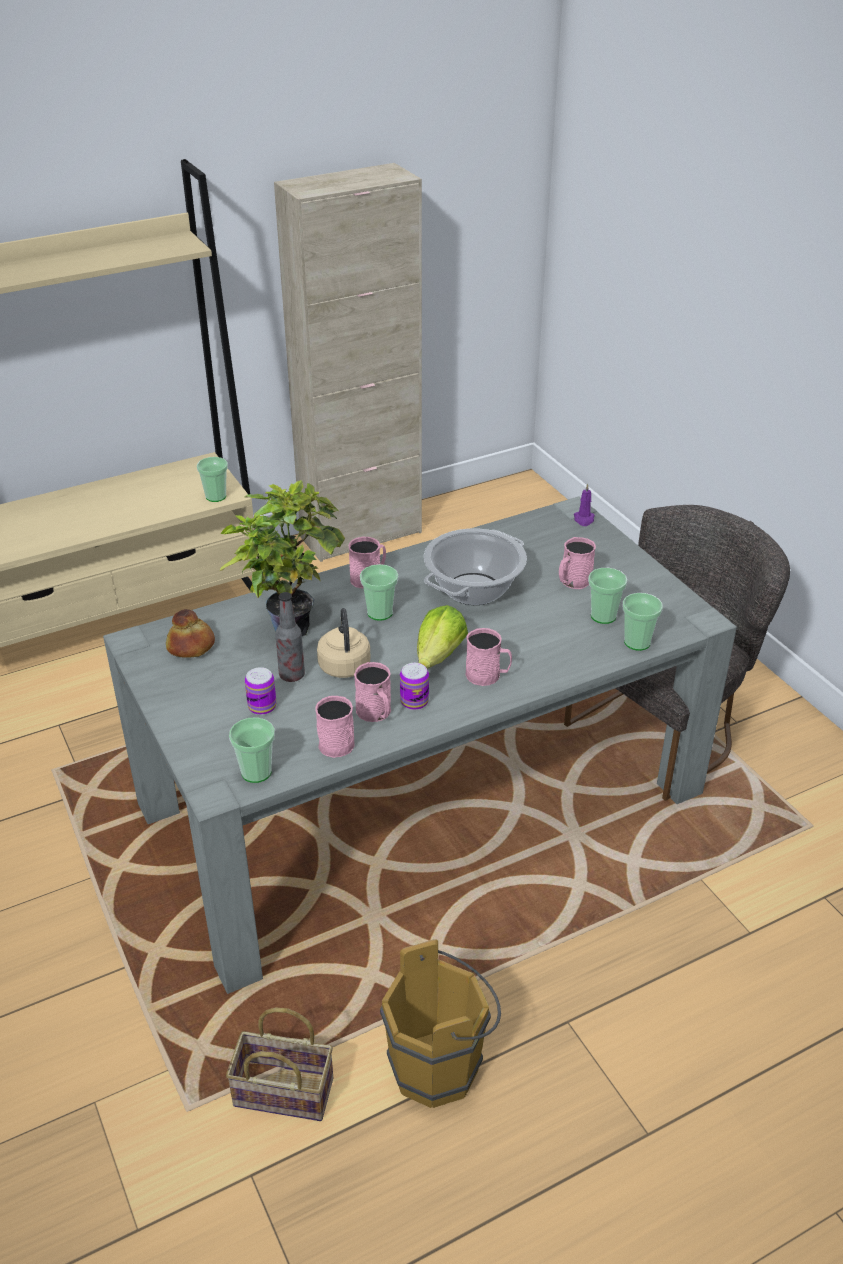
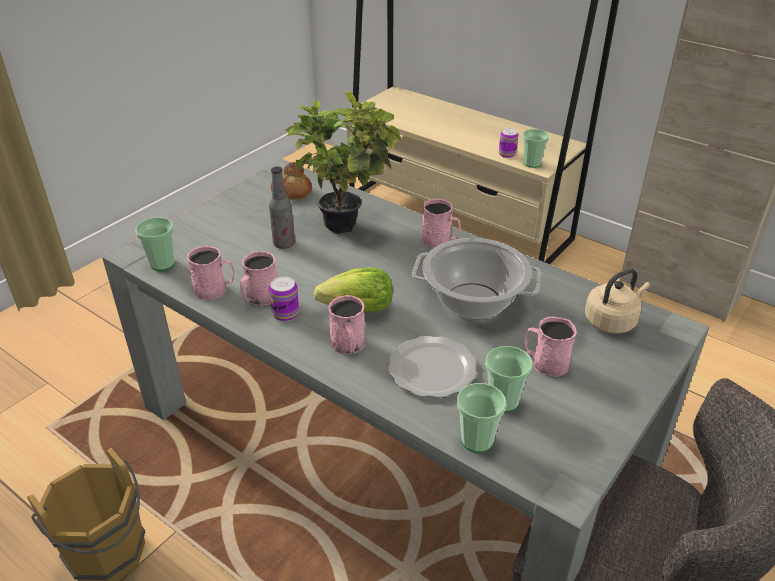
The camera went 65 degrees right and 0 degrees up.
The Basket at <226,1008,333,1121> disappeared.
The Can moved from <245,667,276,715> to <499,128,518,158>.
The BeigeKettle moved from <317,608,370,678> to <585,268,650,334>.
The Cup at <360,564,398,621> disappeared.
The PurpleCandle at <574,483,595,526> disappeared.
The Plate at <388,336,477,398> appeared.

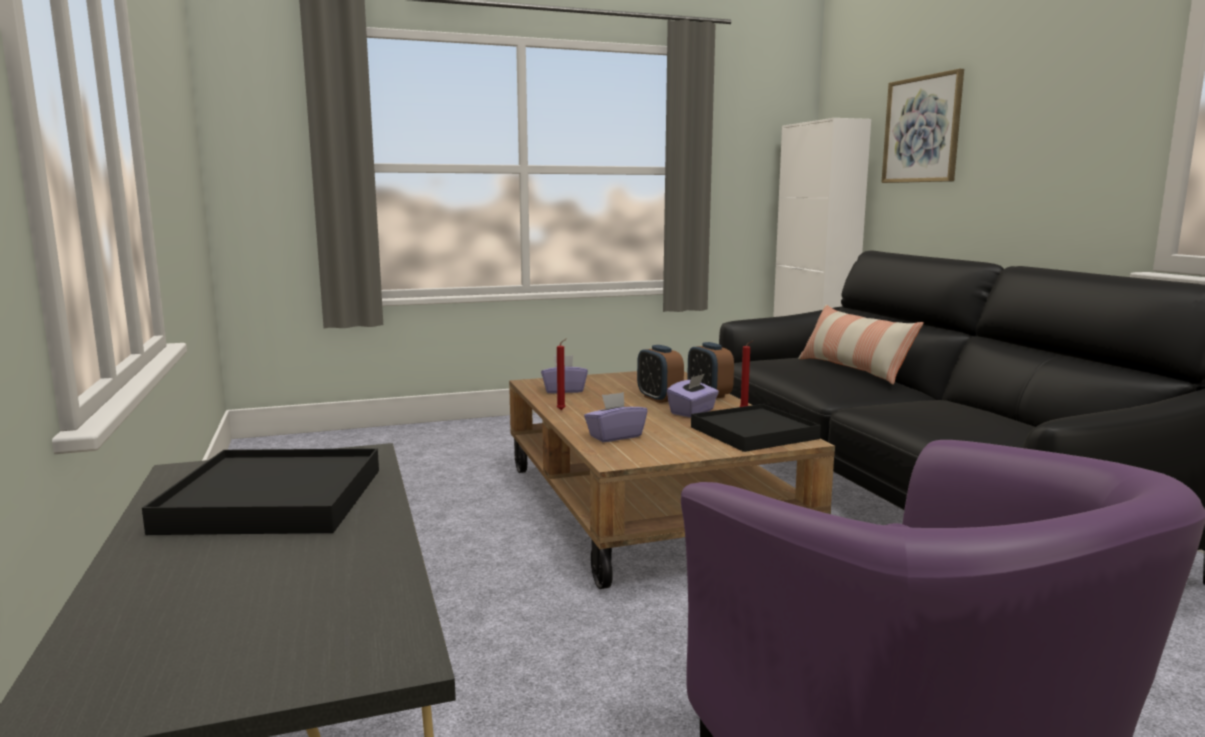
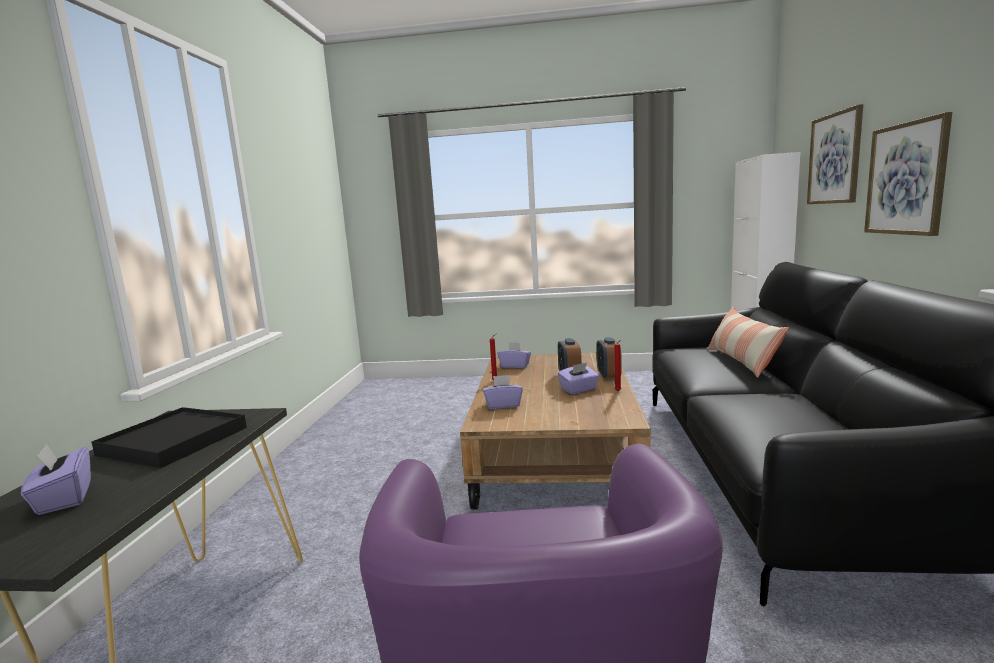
The camera went 25 degrees right and 0 degrees up.
The BlackTray at <691,404,821,452> disappeared.
The PurpleTissueBox at <21,444,91,515> appeared.
The Picture at <864,112,952,236> appeared.

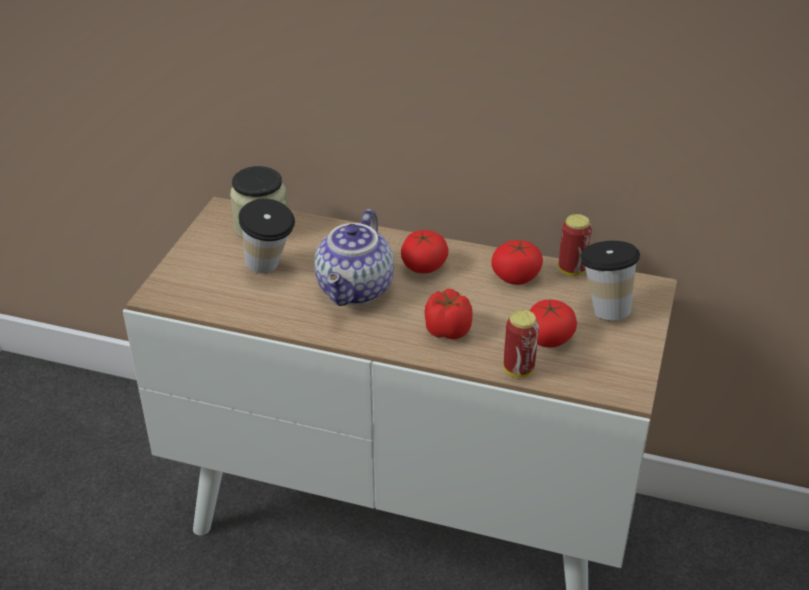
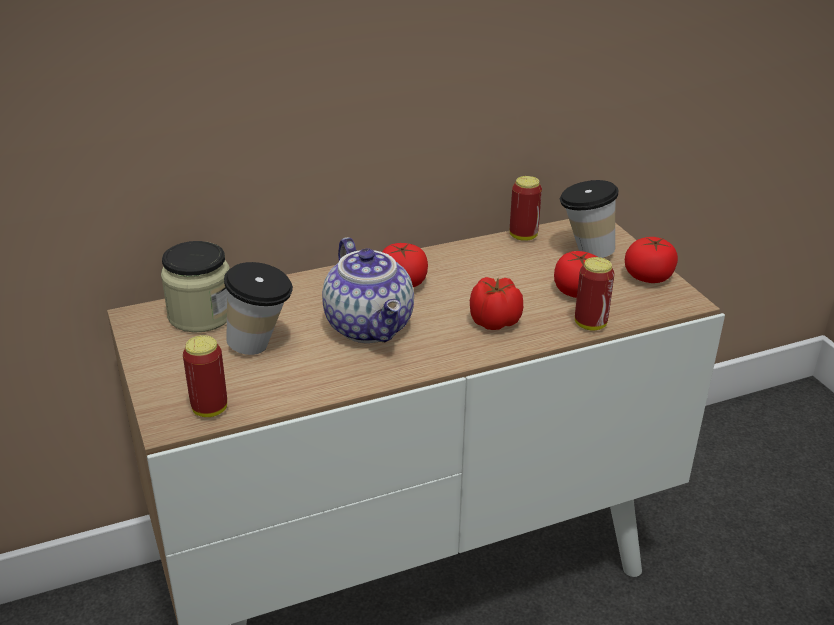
The camera went 40 degrees left and 5 degrees down.
The Tomato moved from <491,240,543,285> to <625,237,678,283>.
The Can at <183,335,227,417> appeared.

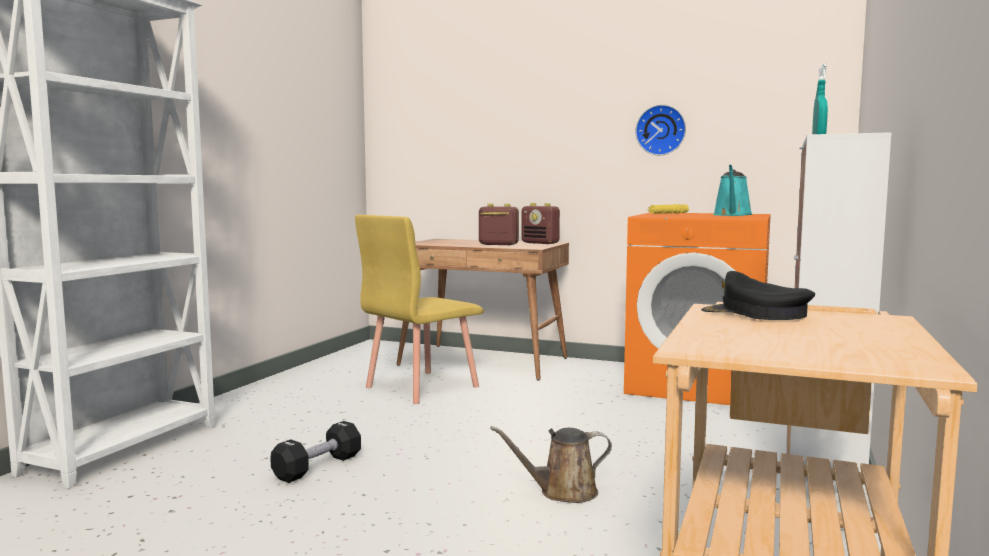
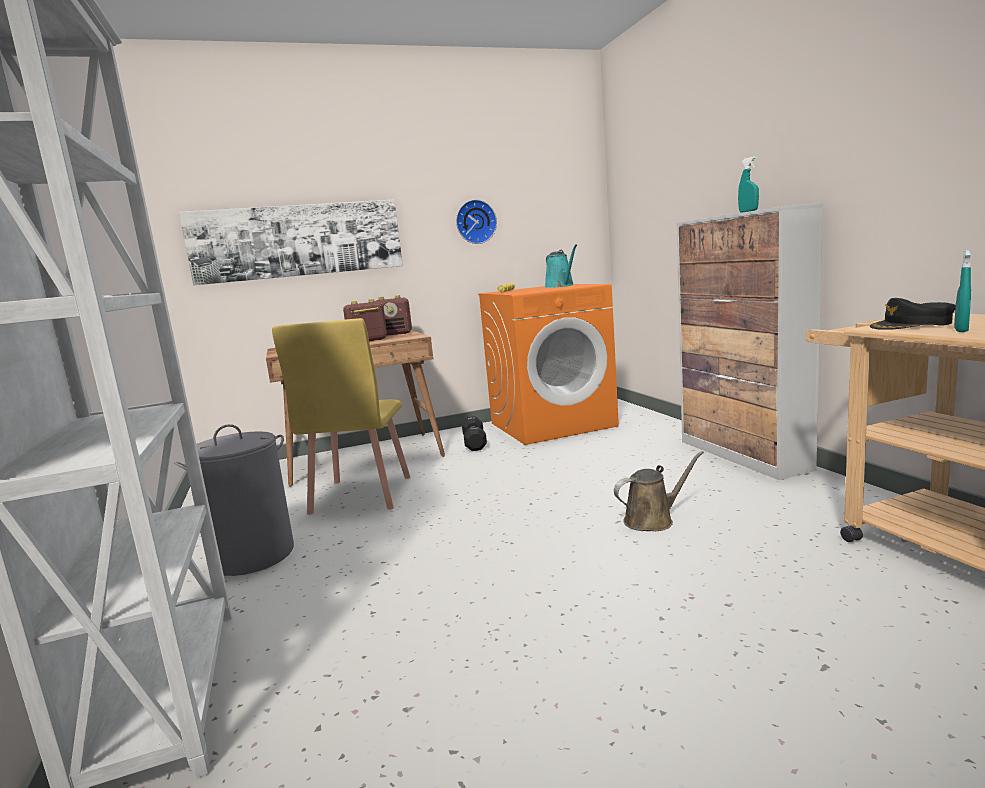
The camera went 40 degrees left and 5 degrees up.
The BlackDumbbell moved from <270,421,361,483> to <462,416,487,451>.
The BrownWateringCan at <490,426,612,503> turned 150 degrees counterclockwise.
The GreyLaundryBasket at <174,424,294,576> appeared.
The Picture at <179,199,403,285> appeared.
The TurquoiseSprayBottle at <954,250,971,332> appeared.

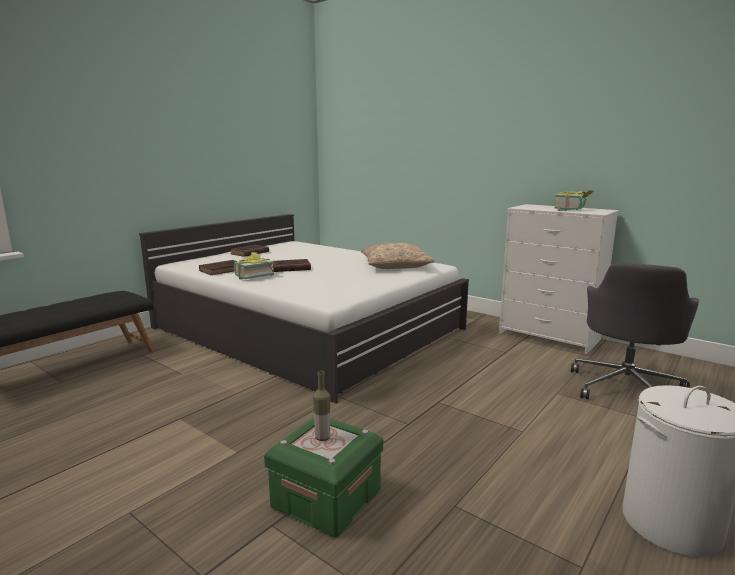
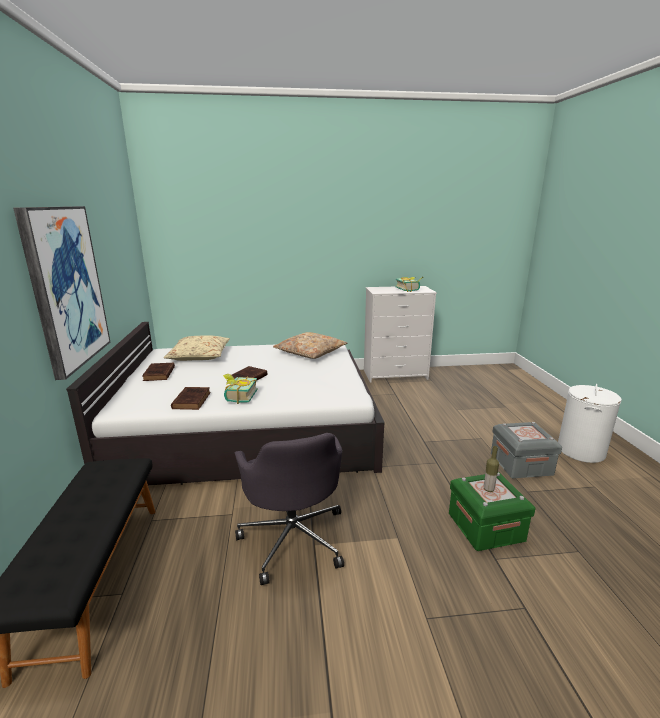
The camera went 45 degrees left and 5 degrees up.
The GreyOfficeChair moved from <571,262,699,399> to <235,433,344,585>.
The Picture at <13,206,110,380> appeared.
The BeigePillow at <164,335,230,361> appeared.
The GreyStorageBox at <491,422,562,478> appeared.

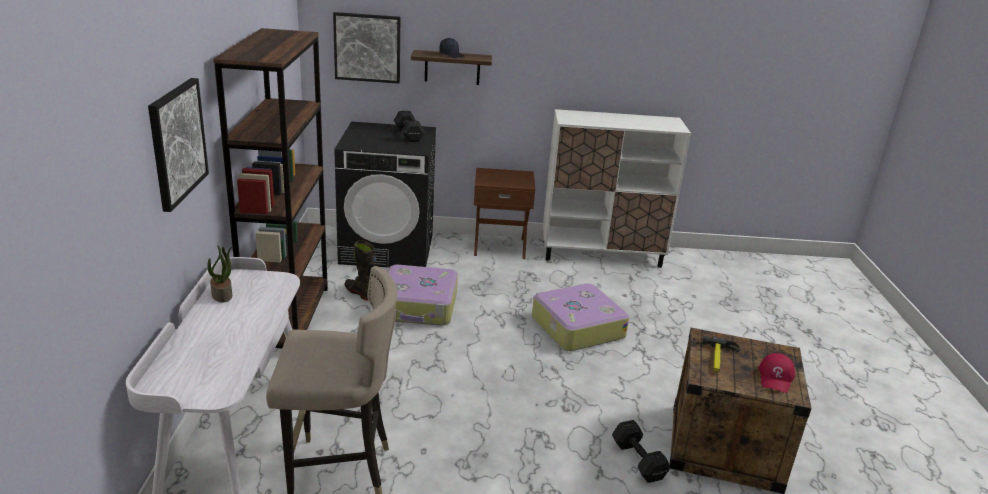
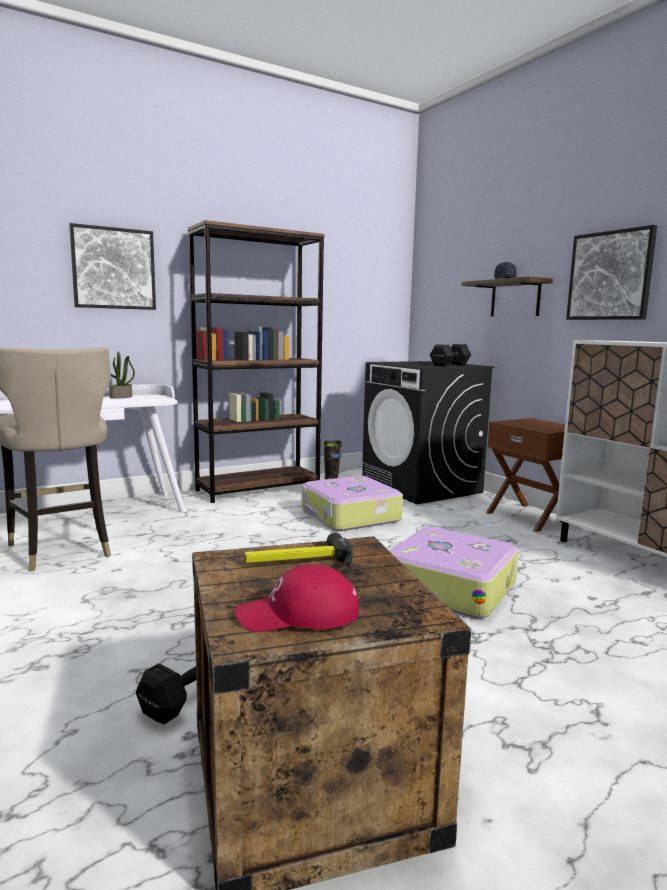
The camera went 60 degrees right and 15 degrees down.
The Picture moved from <333,12,400,83> to <566,225,657,320>.

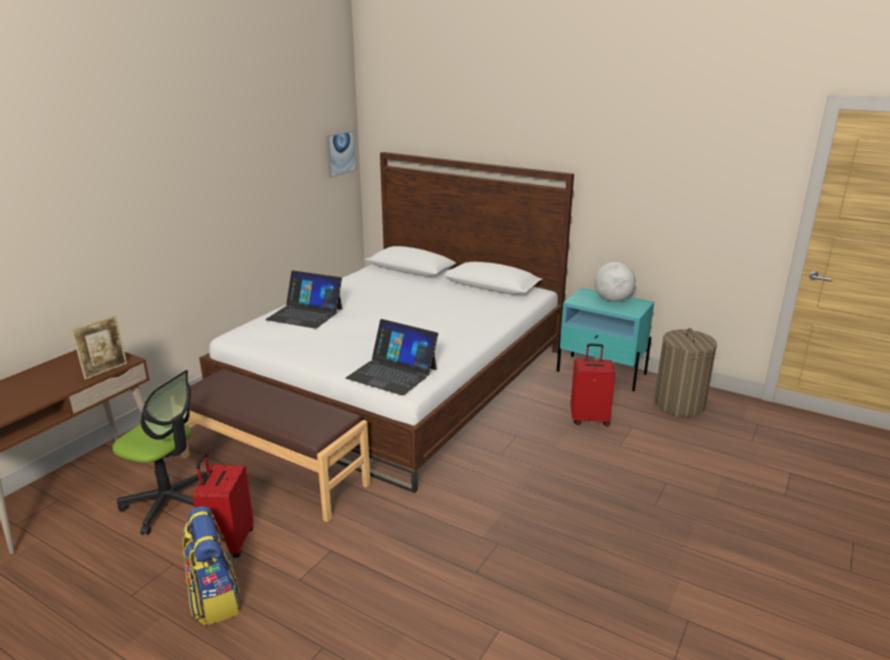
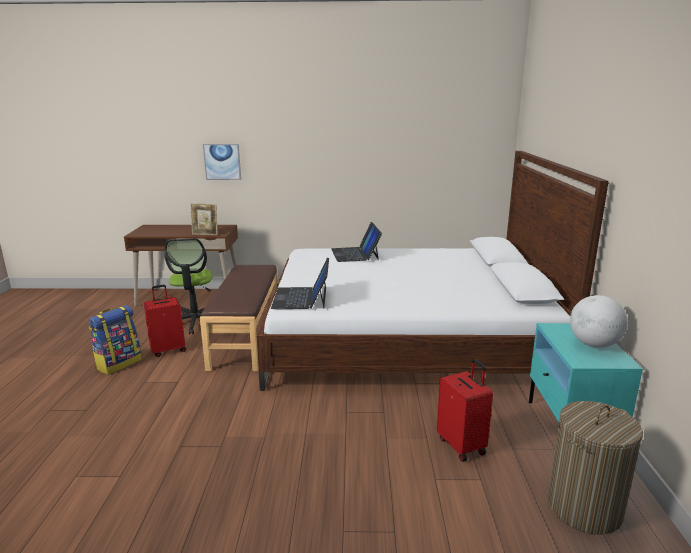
The camera went 60 degrees right and 5 degrees down.
The Picture moved from <326,130,356,178> to <203,144,241,180>.

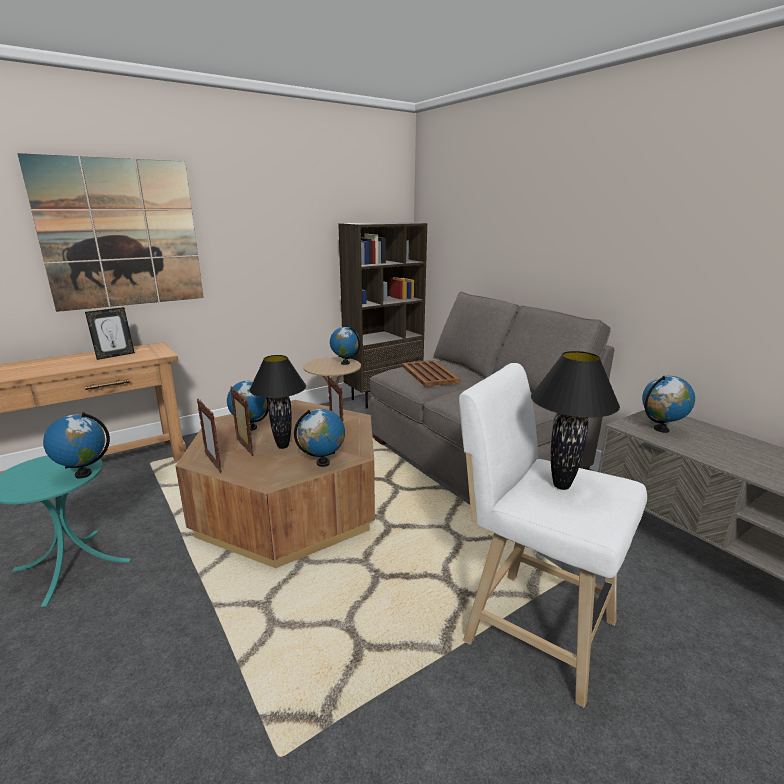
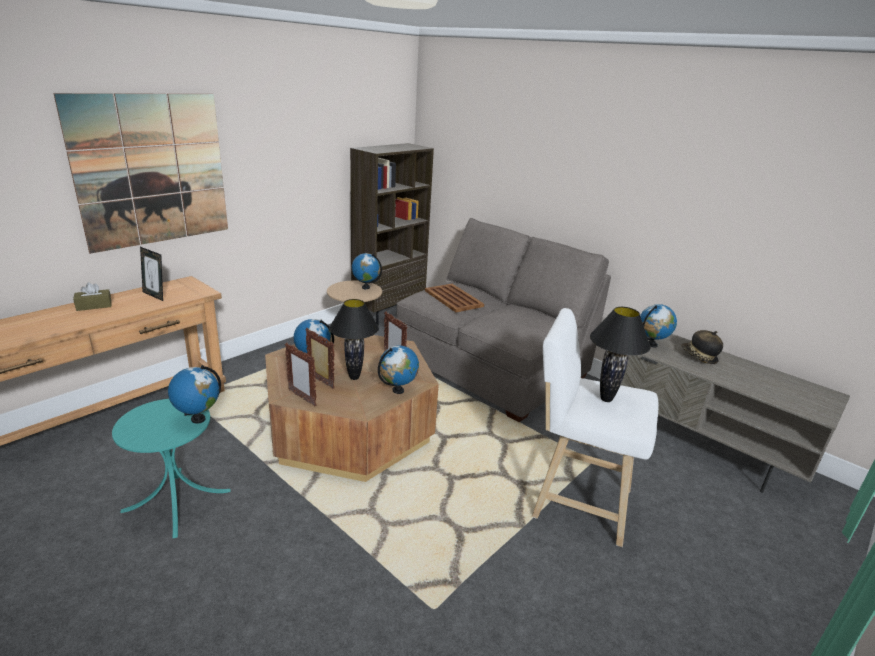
The camera went 15 degrees left and 5 degrees up.
The PictureFrame at <85,307,135,360> turned 90 degrees clockwise.
The BrownTissueBox at <73,282,112,311> appeared.
The Hat at <681,330,723,364> appeared.

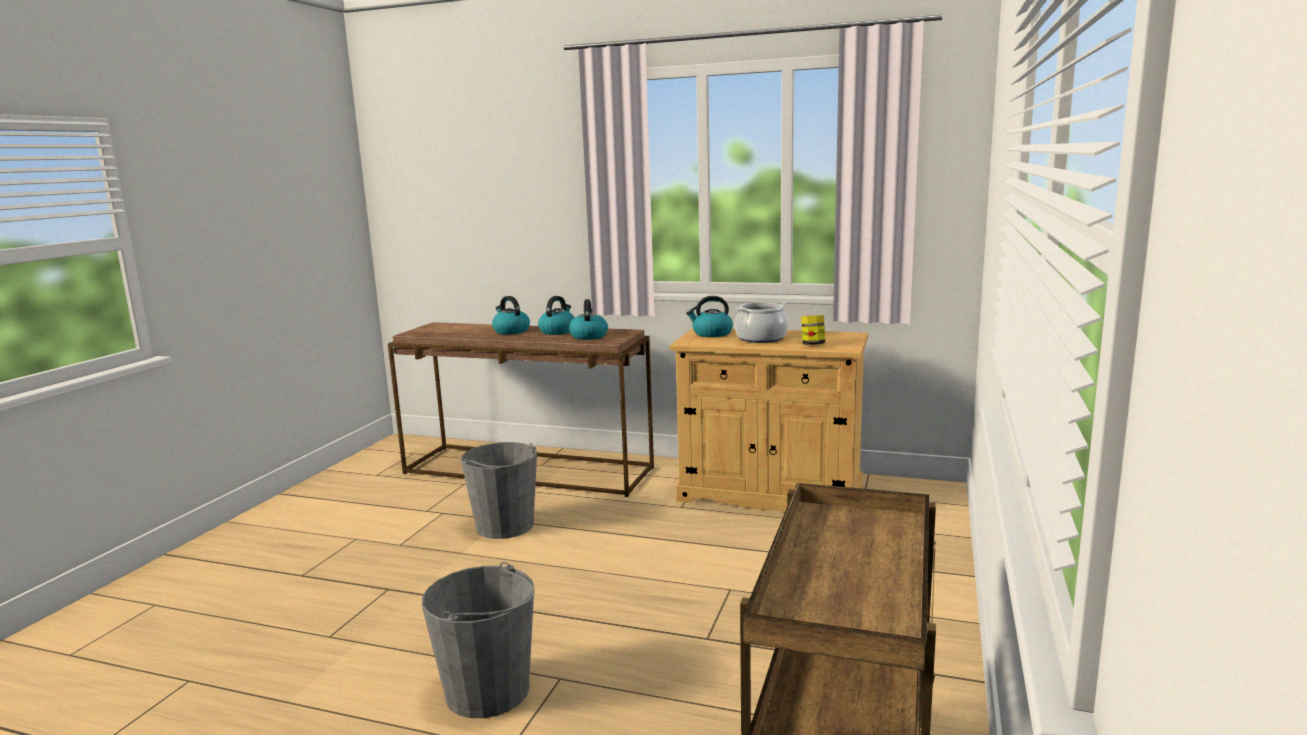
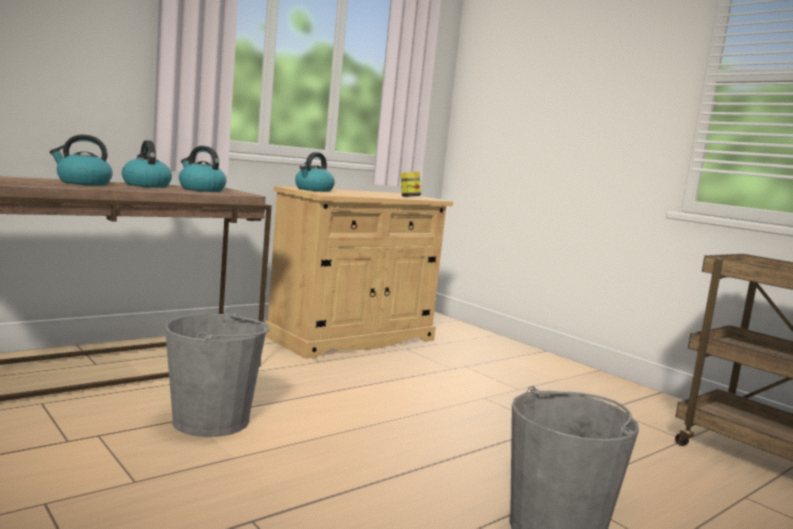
The camera went 60 degrees left and 5 degrees down.
The CookingPot at <735,301,788,343> disappeared.

